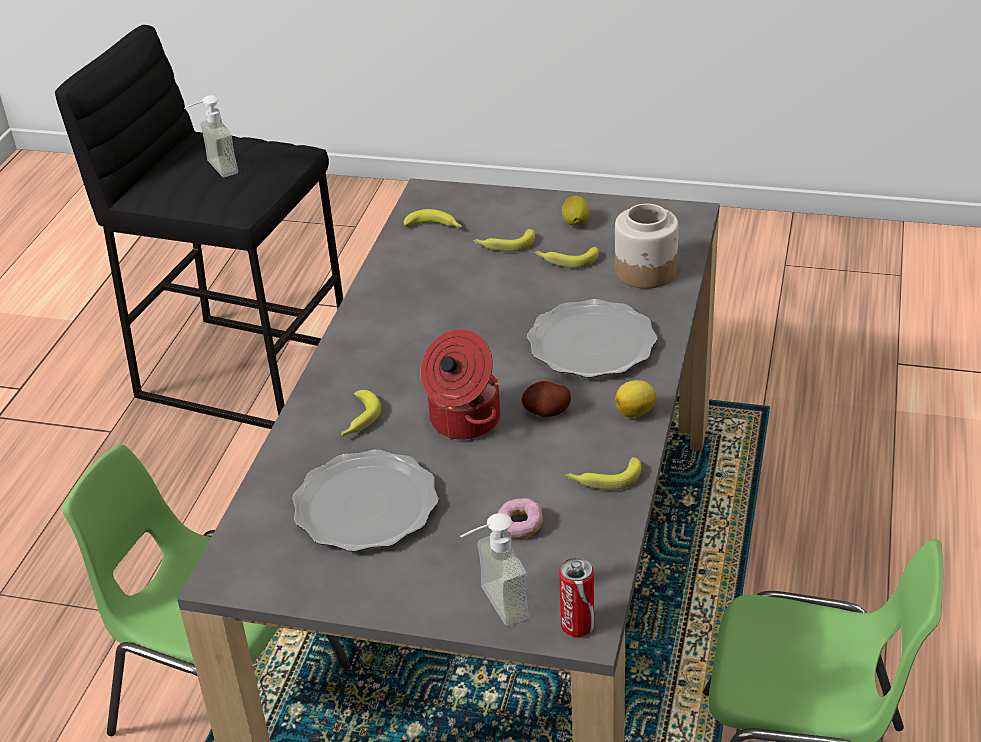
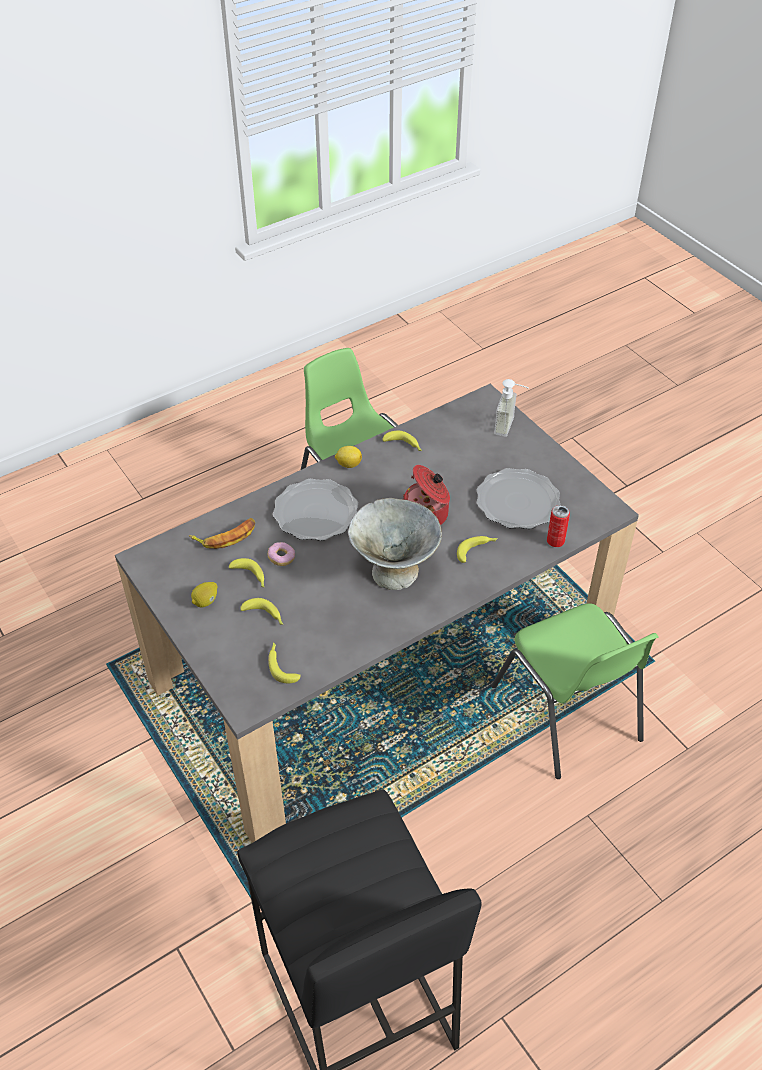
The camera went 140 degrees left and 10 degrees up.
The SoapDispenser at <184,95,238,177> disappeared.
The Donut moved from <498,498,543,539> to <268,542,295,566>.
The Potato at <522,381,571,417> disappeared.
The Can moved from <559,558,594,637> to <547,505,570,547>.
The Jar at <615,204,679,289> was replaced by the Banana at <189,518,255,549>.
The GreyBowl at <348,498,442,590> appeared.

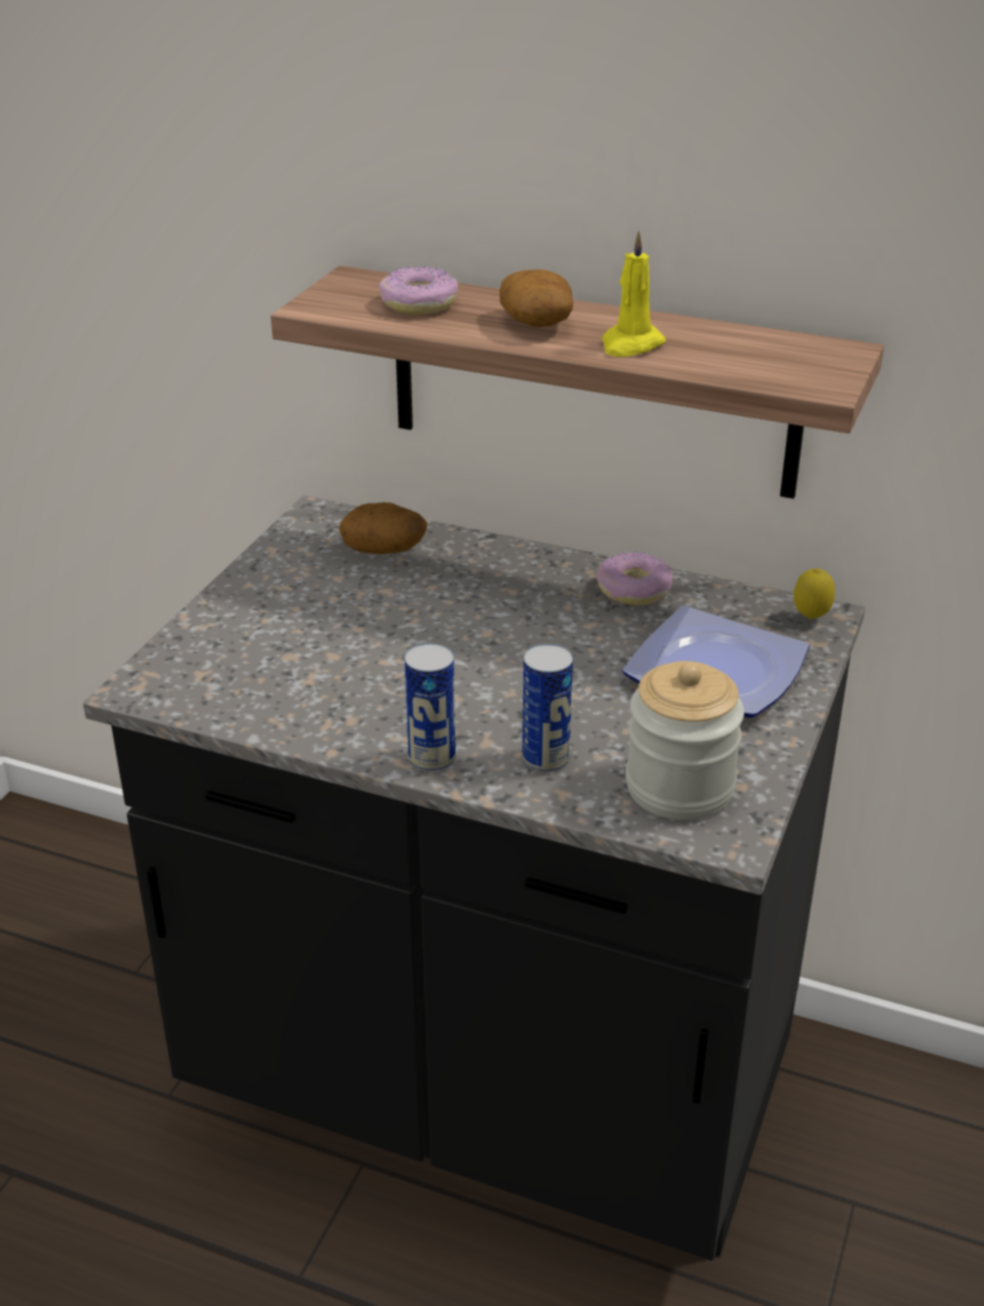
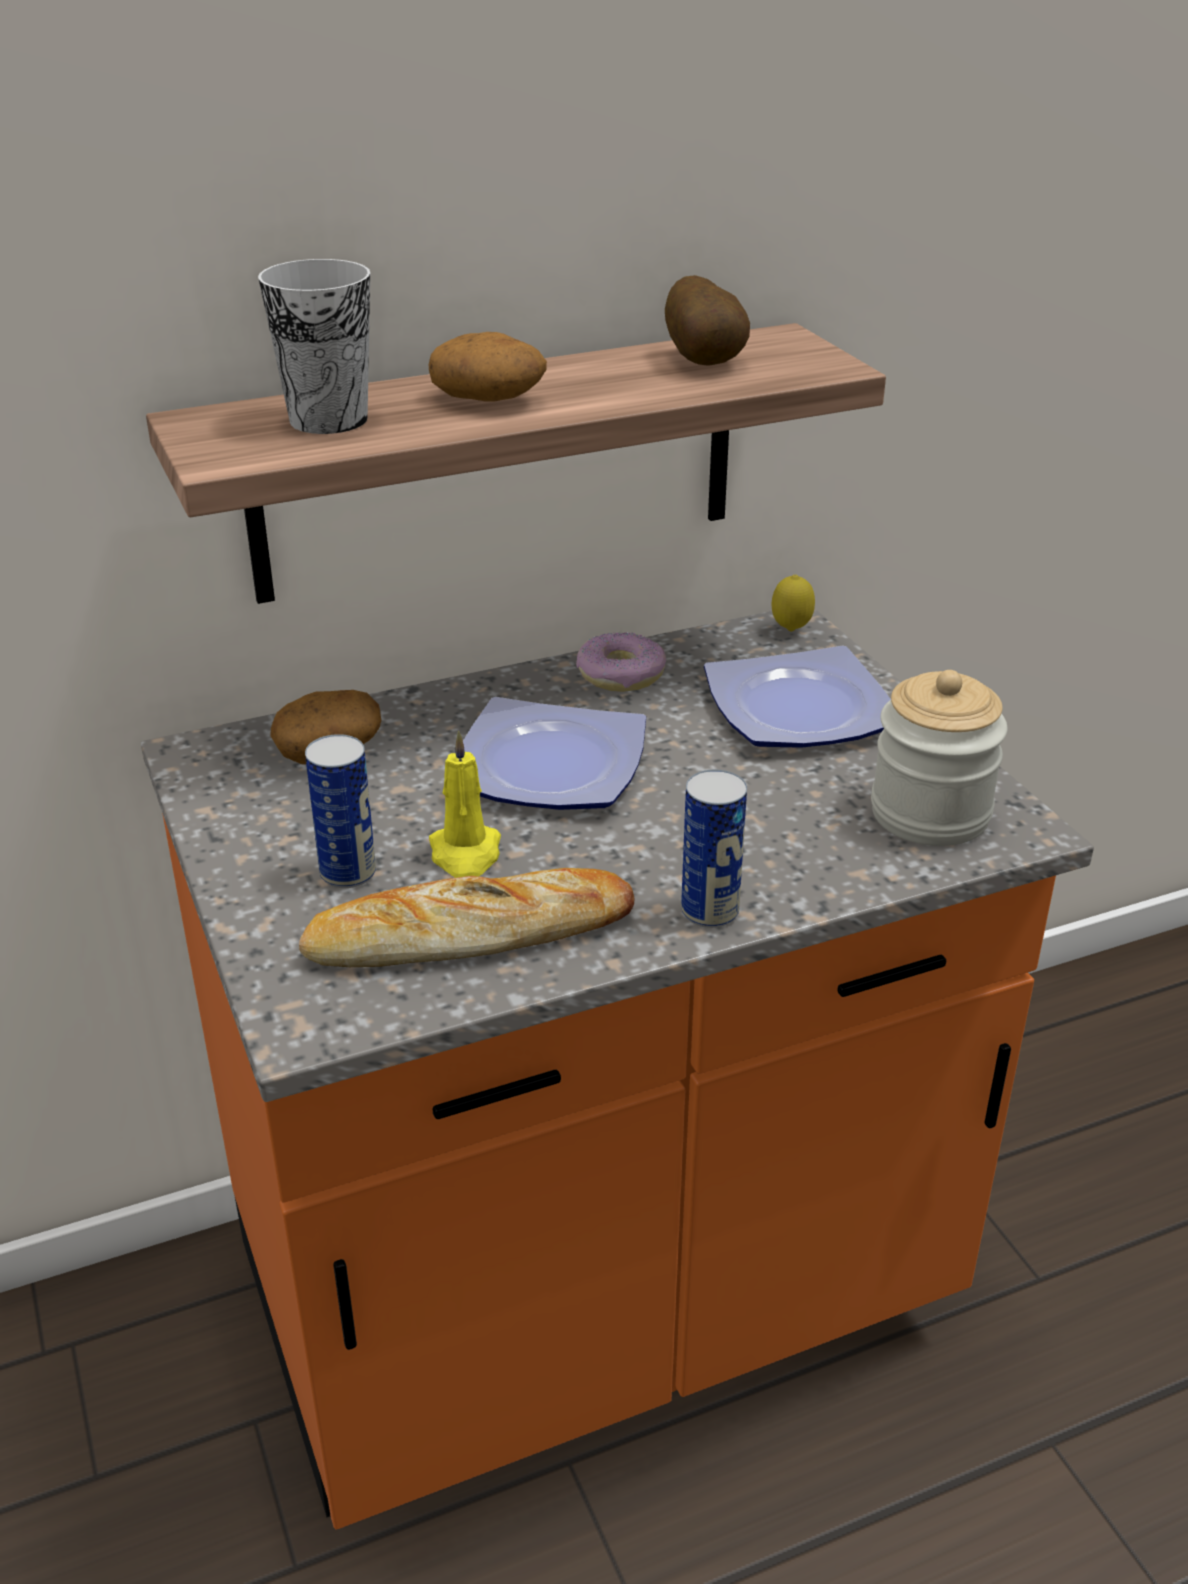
The camera went 45 degrees left and 0 degrees up.
The BlackCounter at <83,495,865,1261> became the OrangeCounter at <141,608,1094,1529>.
The Donut at <379,266,458,315> was replaced by the Cup at <258,259,370,434>.
The Can moved from <522,644,573,772> to <305,734,376,888>.
The YellowCandle moved from <602,230,666,357> to <429,731,501,878>.
The Bread at <299,868,634,967> appeared.
The Plate at <463,697,646,810> appeared.
The Potato at <665,275,750,366> appeared.

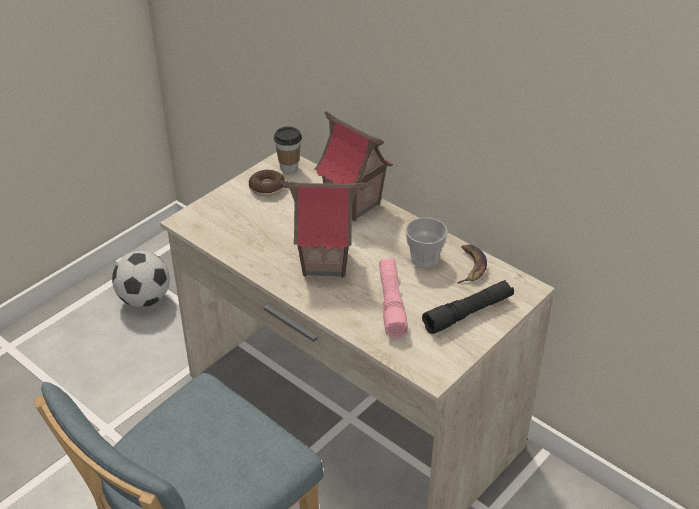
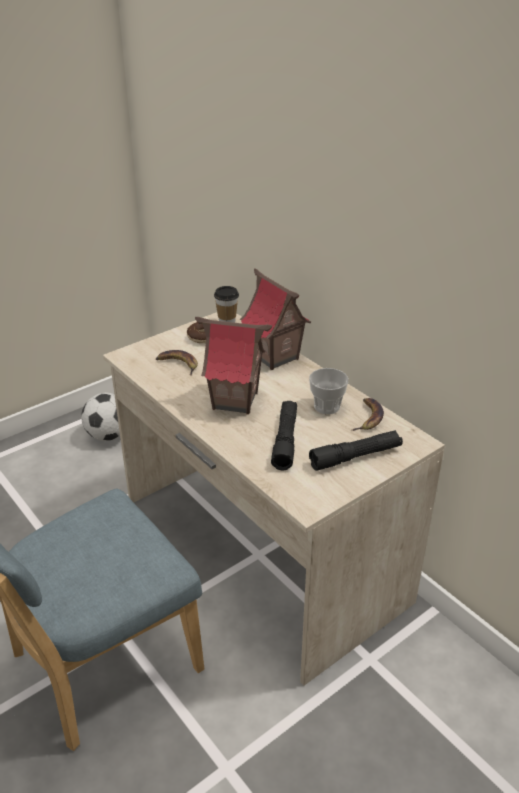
The camera went 10 degrees right and 5 degrees down.
The PinkFlashlight at <379,259,408,338> became the BlackFlashlight at <271,401,297,470>.
The Banana at <156,350,198,376> appeared.

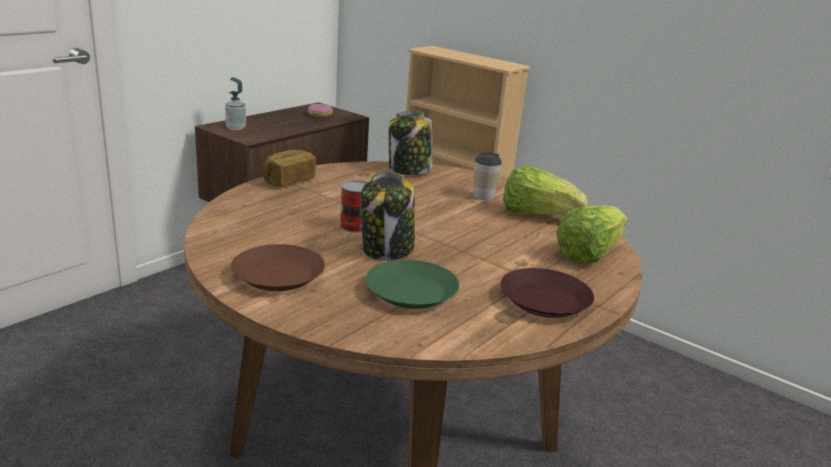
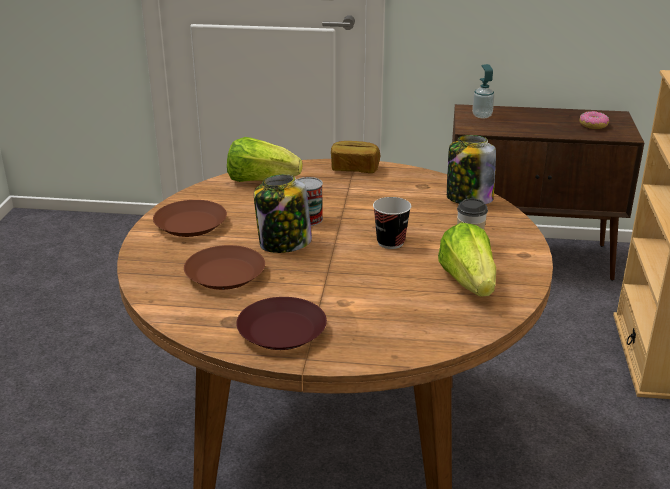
The camera went 60 degrees right and 5 degrees up.
The GreenPlate at <366,260,459,309> became the BrownPlate at <184,245,265,290>.
The Lettuce moved from <556,206,627,264> to <227,137,302,182>.
The Cup at <373,197,411,249> appeared.

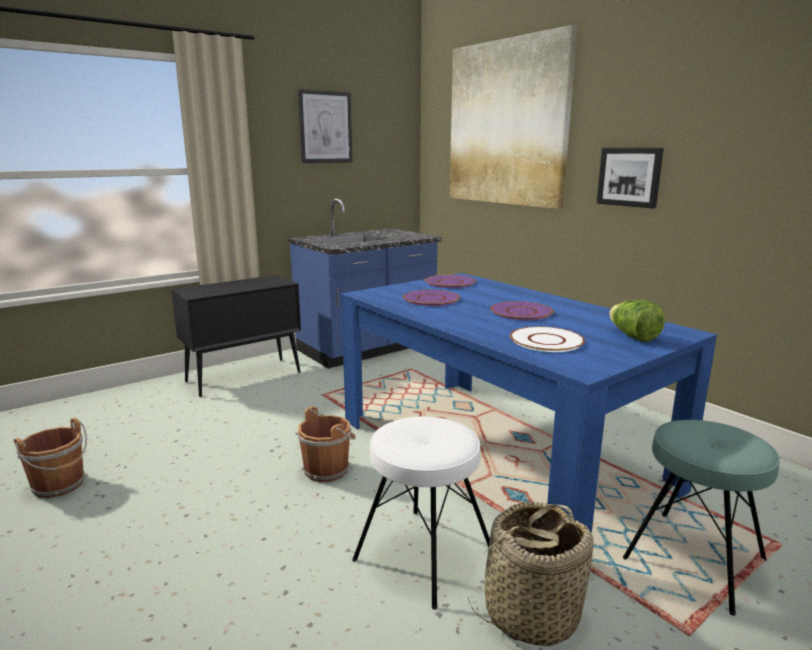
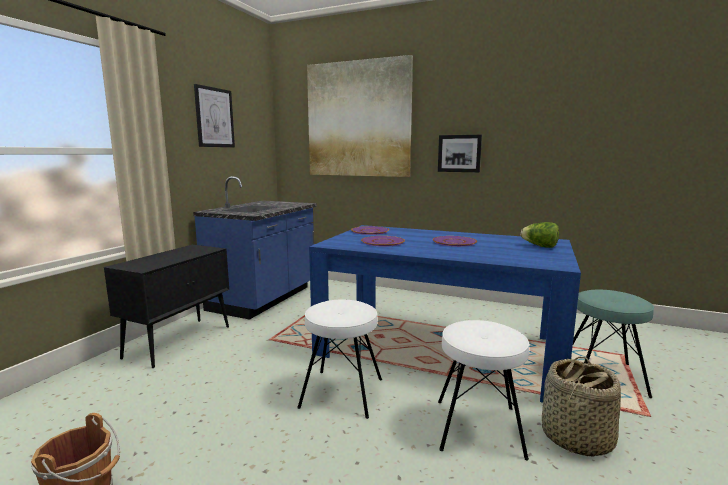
The camera went 30 degrees left and 5 degrees down.
The BrownBucket at <295,406,356,482> was replaced by the WhiteStool at <297,300,382,419>.
The WhitePlate at <510,326,585,352> disappeared.

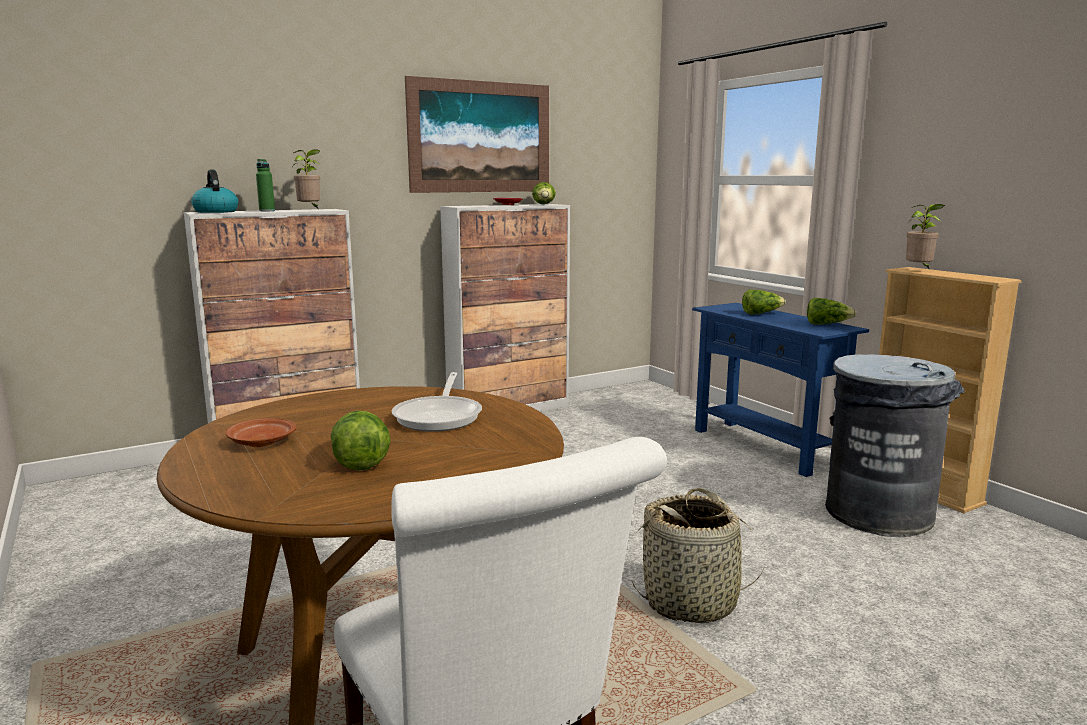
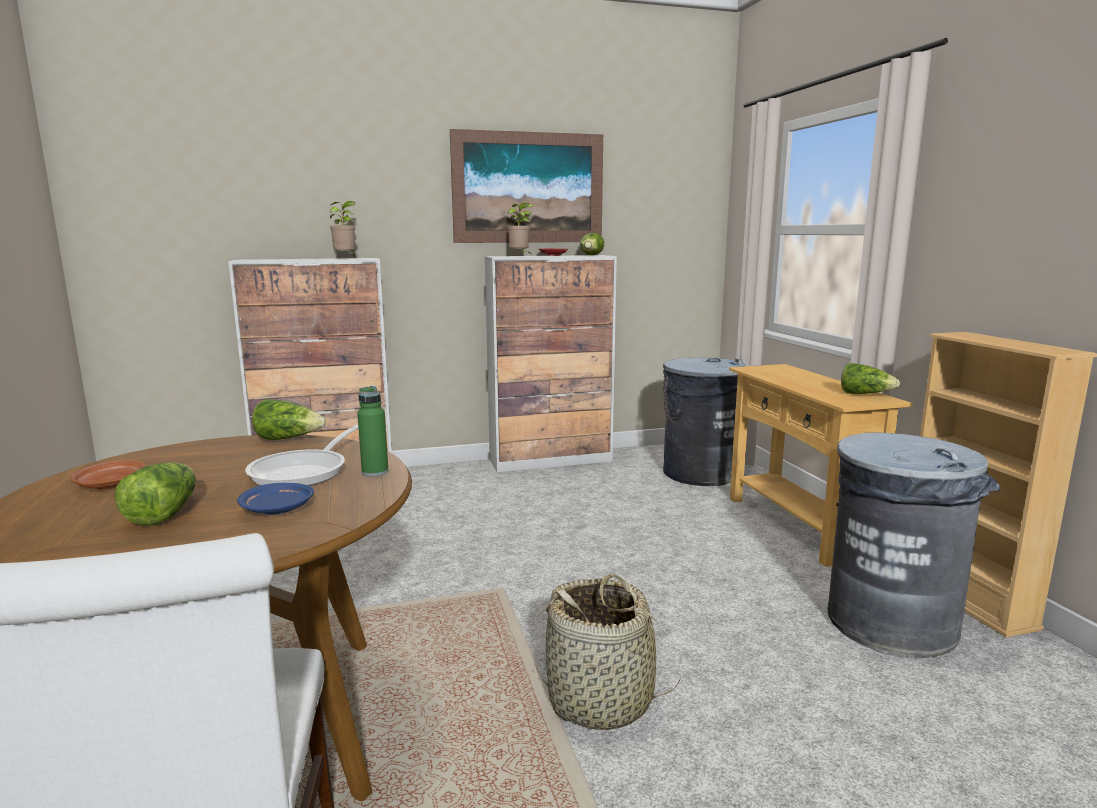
The camera went 15 degrees right and 0 degrees up.
The Kettle at <191,170,238,213> disappeared.
The GreenBottle moved from <256,159,275,211> to <357,386,388,476>.
The BlueConsoleTable at <692,303,869,477> became the BeigeConsoleTable at <729,364,913,567>.
The Lettuce moved from <742,290,786,314> to <252,399,326,440>.
The PottedPlant moved from <906,204,945,268> to <508,203,535,254>.
The BluePlate at <237,483,314,515> appeared.
The GreyTrashCan at <663,357,746,486> appeared.

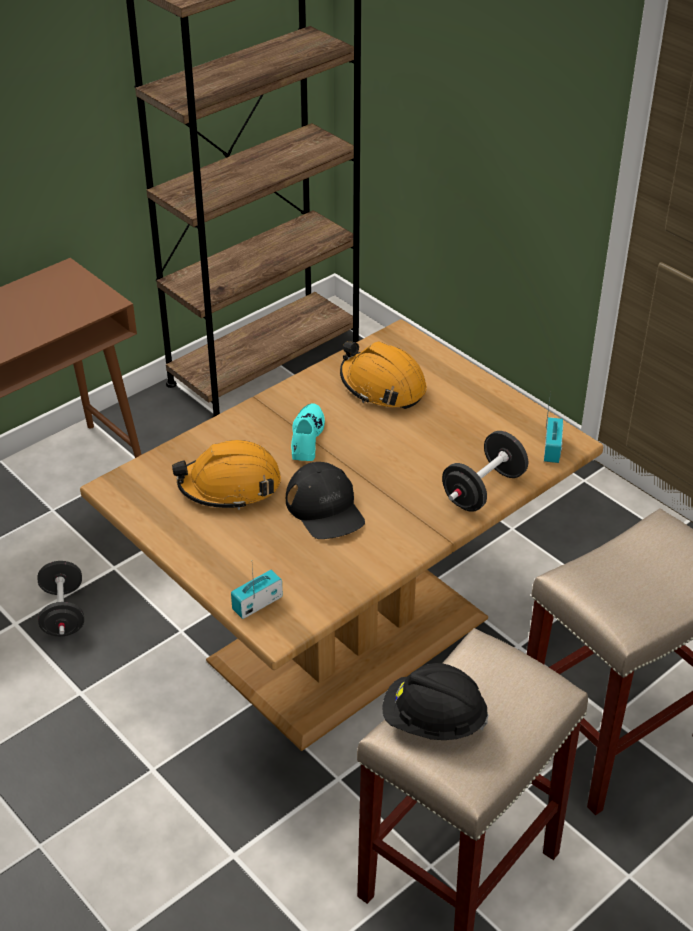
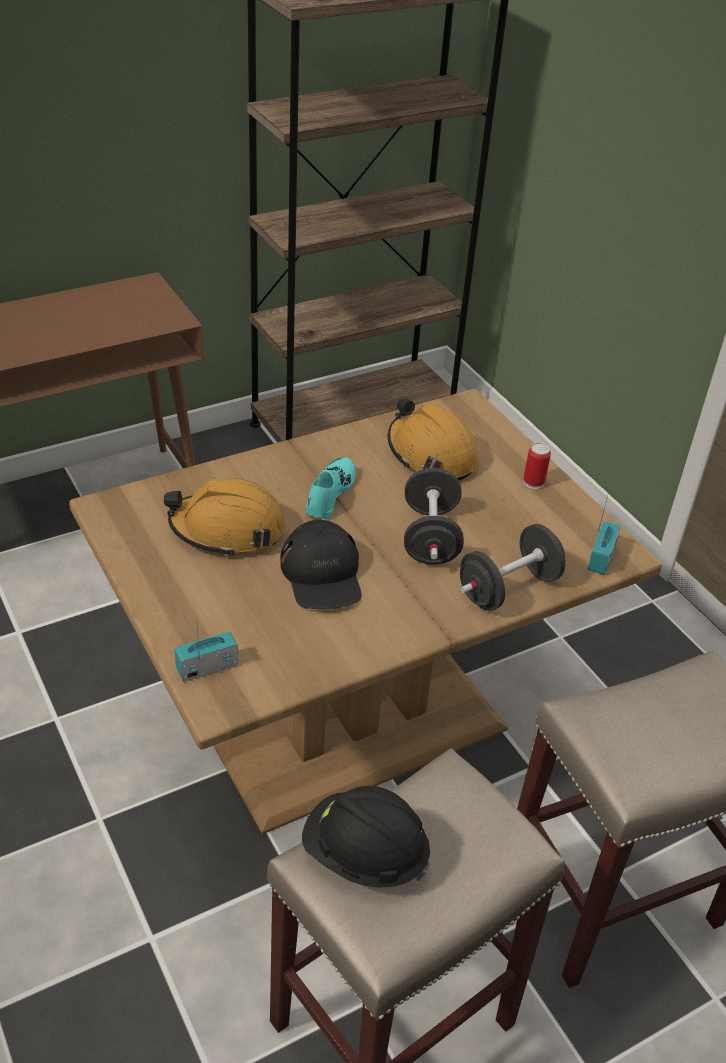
The camera went 10 degrees right and 0 degrees up.
The BlackDumbbell moved from <38,561,84,636> to <404,468,464,565>.
The Can at <523,443,551,489> appeared.

